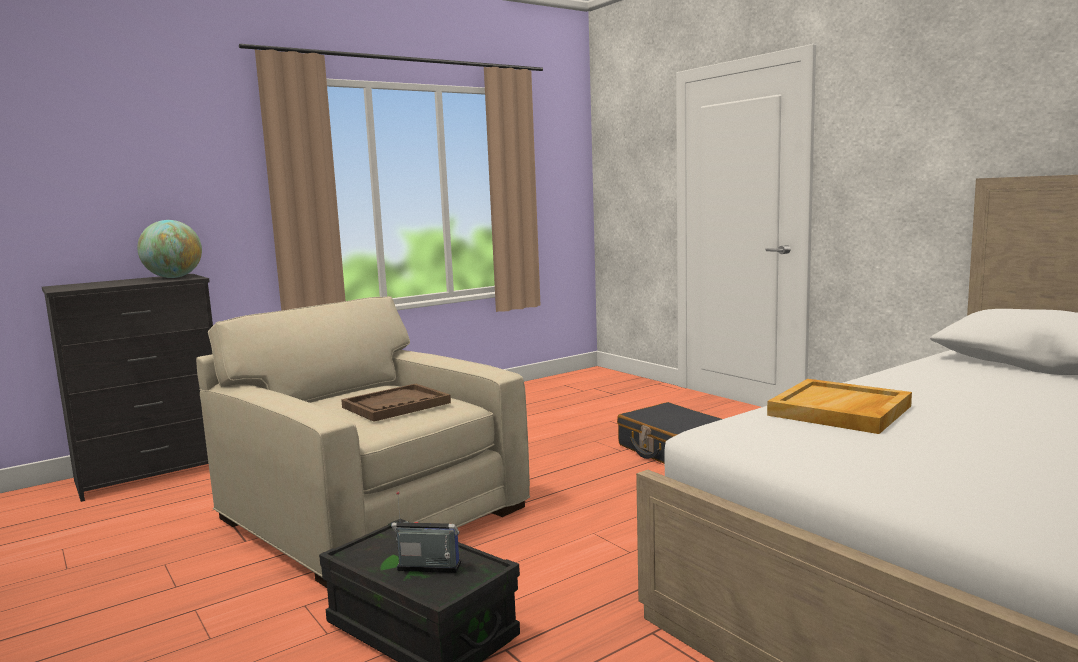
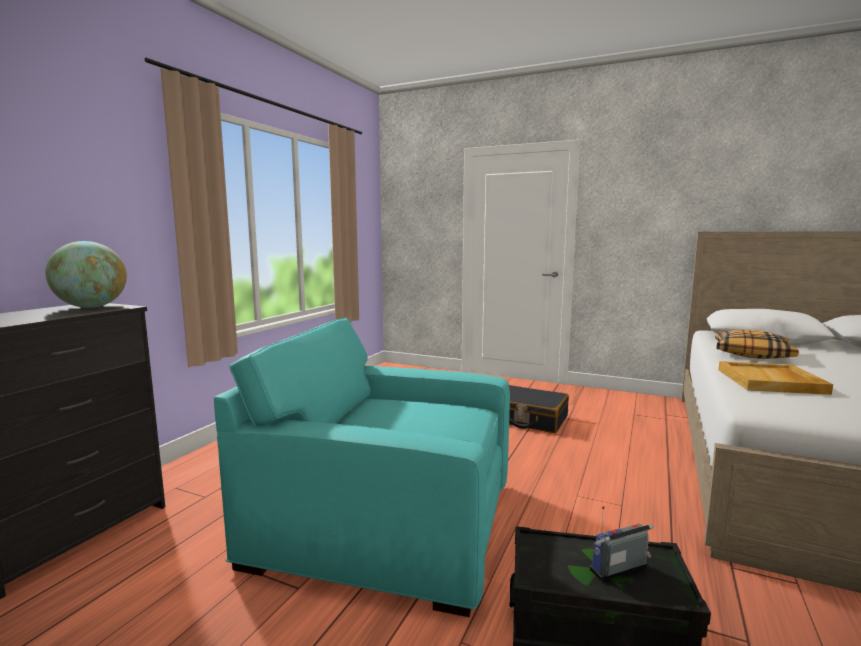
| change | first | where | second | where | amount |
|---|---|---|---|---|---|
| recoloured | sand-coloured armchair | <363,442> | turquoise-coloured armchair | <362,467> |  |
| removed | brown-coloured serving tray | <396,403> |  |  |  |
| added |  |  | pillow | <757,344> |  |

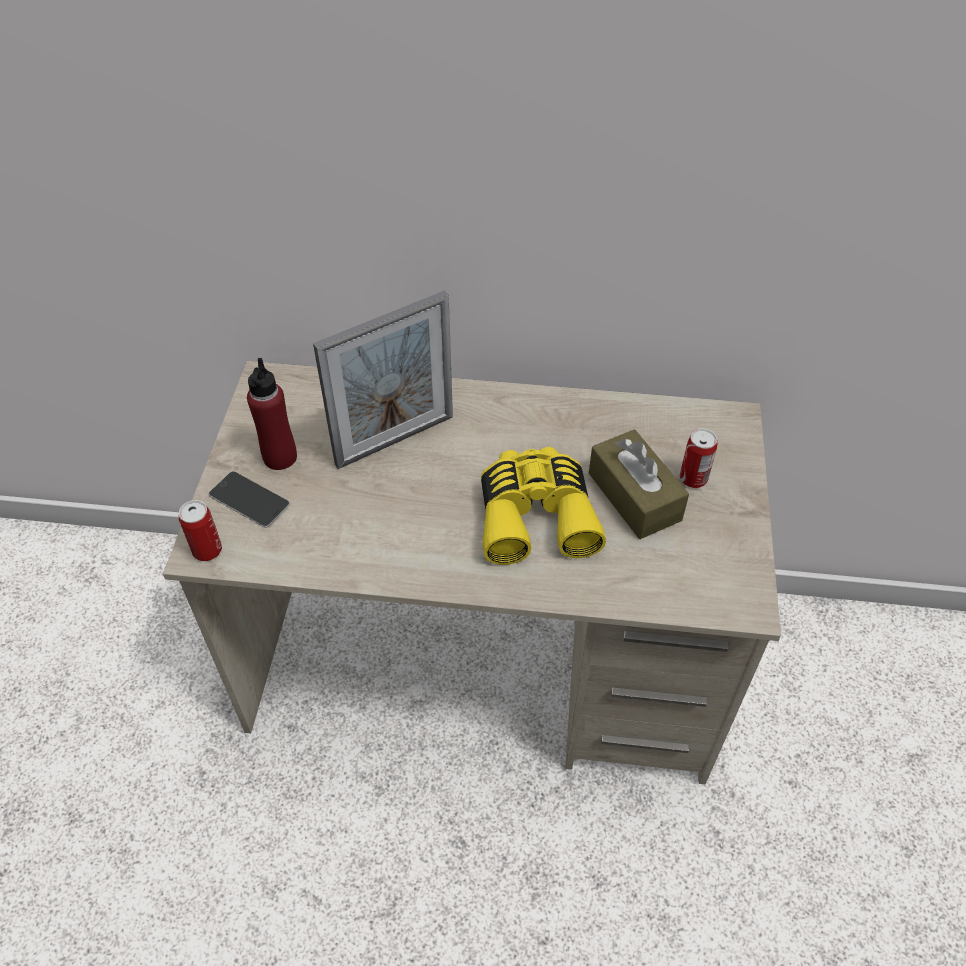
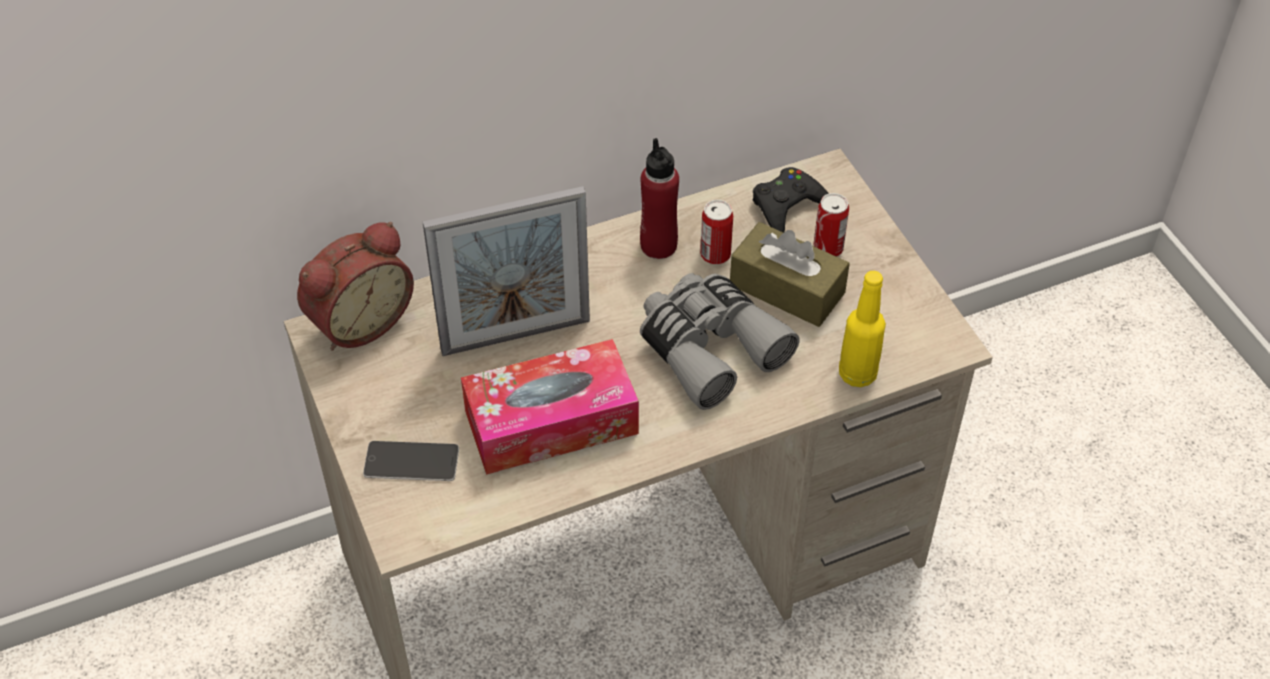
| change | first | where | second | where | amount |
|---|---|---|---|---|---|
| turned | standing frame | <383,380> |  | <506,271> | 45 degrees clockwise |
| moved | reddish drink bottle | <272,414> |  | <659,198> |  |
| recoloured | yellow binoculars | <543,506> | greyish binoculars | <720,341> |  |
| moved | can | <200,530> |  | <716,232> |  |
| added |  |  | blackish game controller | <791,200> |  |
| added |  |  | bedside clock | <355,286> |  |
| added |  |  | yellow drink bottle | <862,329> |  |
| added |  |  | box of tissues | <550,407> |  |

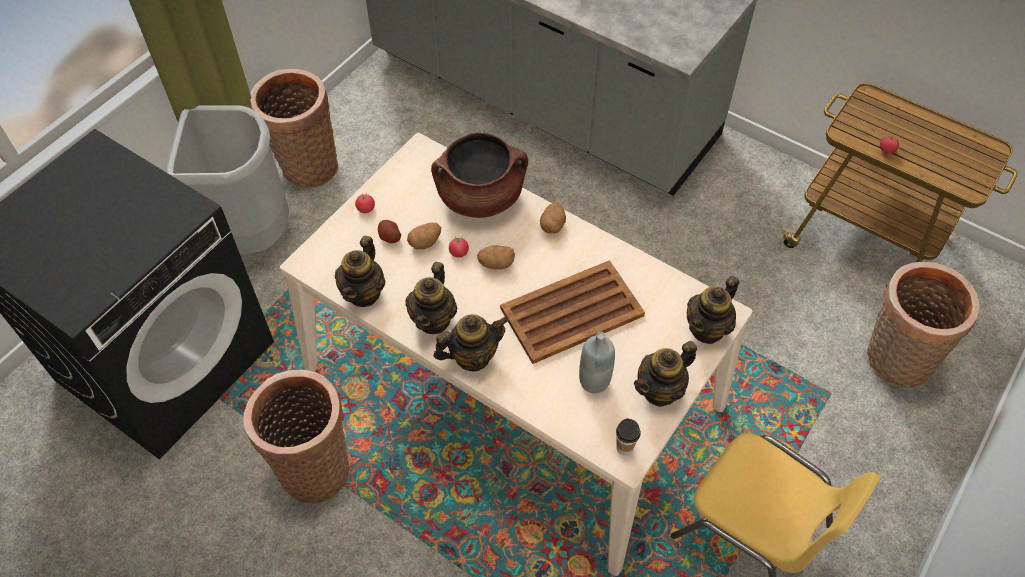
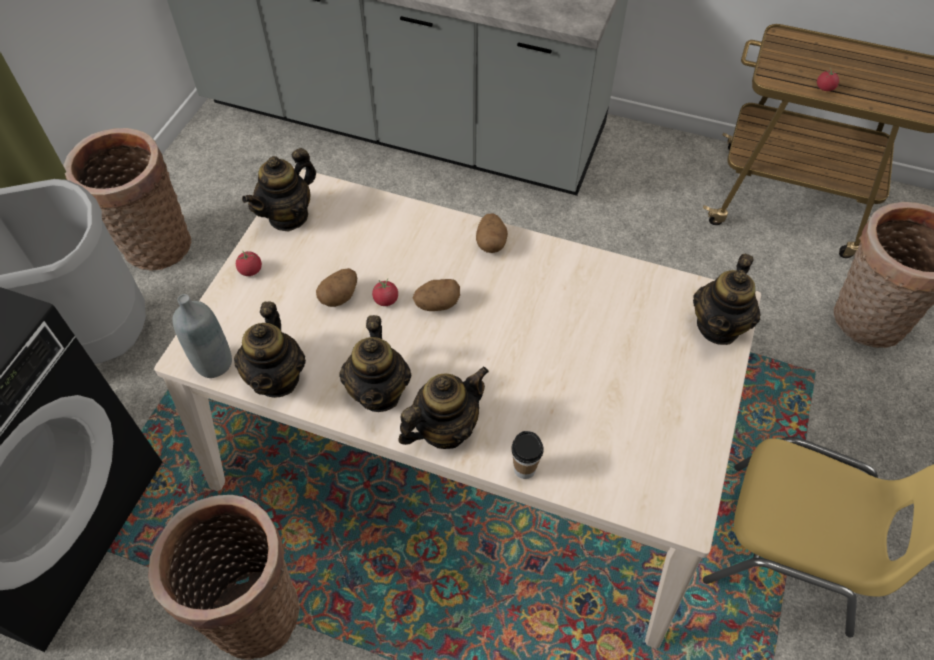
| change | first | where | second | where | amount |
|---|---|---|---|---|---|
| removed | brown-coloured stockpot | <479,175> |  |  |  |
| removed | potato | <389,231> |  |  |  |
| removed | brown-coloured serving tray | <572,312> |  |  |  |
| moved | greyish drink bottle | <597,363> |  | <202,336> |  |
| moved | teapot | <665,374> |  | <279,190> |  |
| moved | cup | <628,436> |  | <527,455> |  |

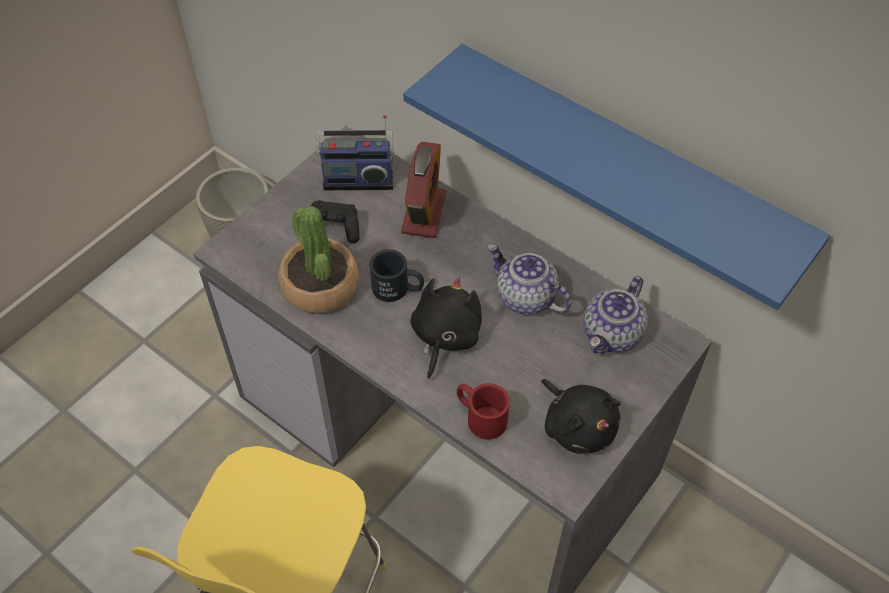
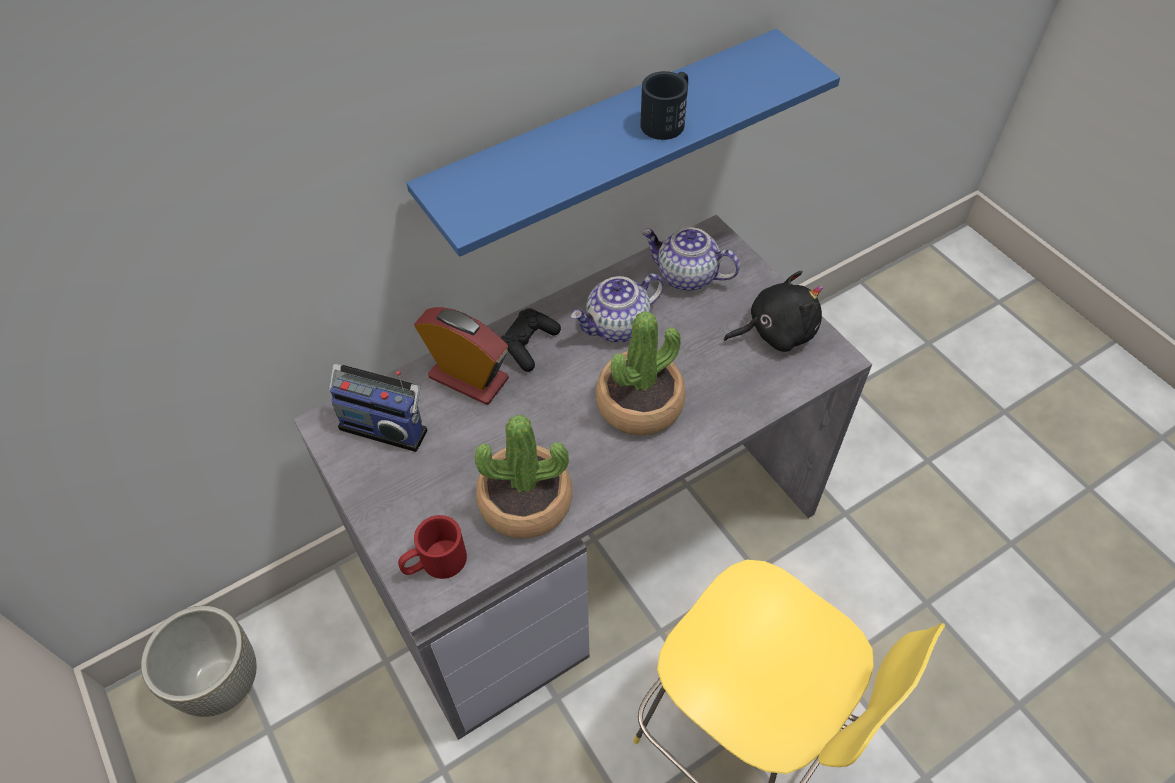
| change | first | where | second | where | amount |
|---|---|---|---|---|---|
| turned | radio receiver | <355,152> |  | <378,408> | 90 degrees clockwise |
| moved | blackish game controller | <335,221> |  | <531,340> |  |
| moved | blackish coffee mug | <397,275> |  | <664,105> |  |
| replaced | blackish soft toy | <446,327> | houseplant | <641,373> |  |
| turned | teapot | <616,315> |  | <690,259> | 150 degrees clockwise |
| moved | reddish coffee mug | <483,411> |  | <432,547> |  |

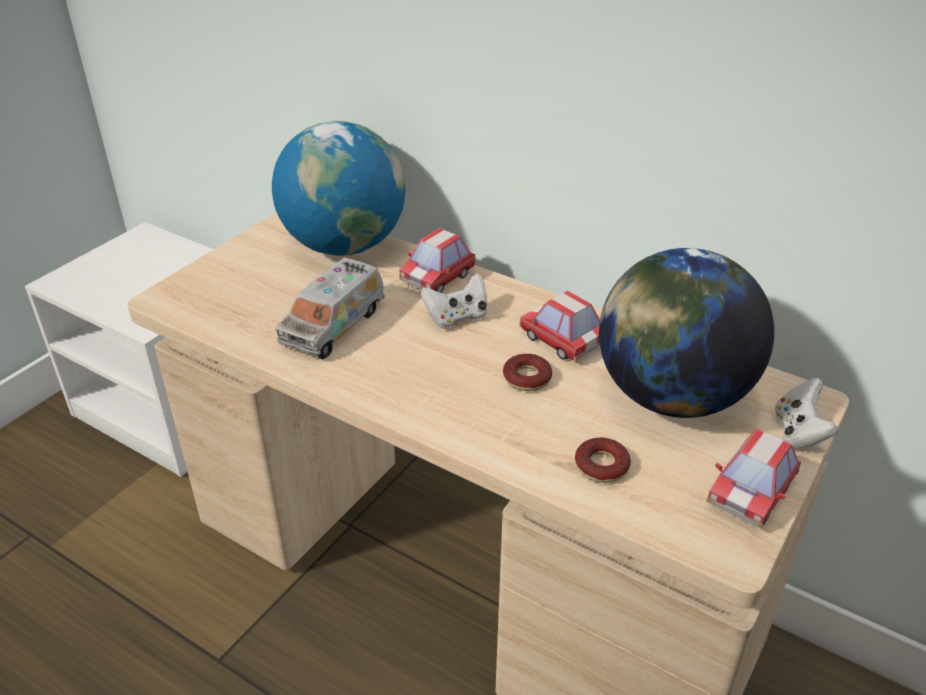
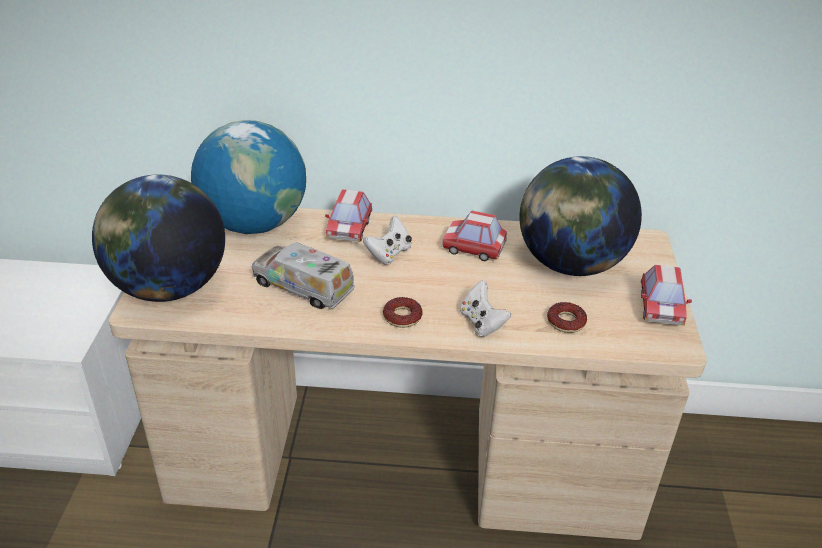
| change | first | where | second | where | amount |
|---|---|---|---|---|---|
| turned | toy truck | <330,308> |  | <303,275> | 120 degrees clockwise |
| moved | donut | <527,372> |  | <403,312> |  |
| moved | white-coloured game controller | <806,413> |  | <485,308> |  |
| added |  |  | world globe | <158,238> |  |

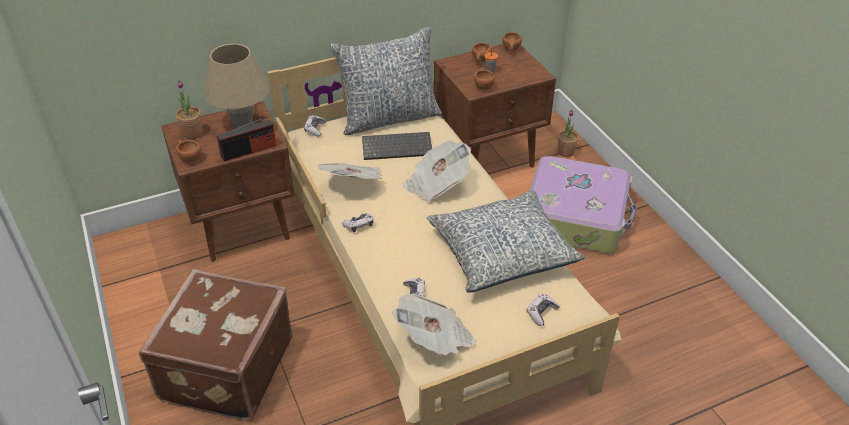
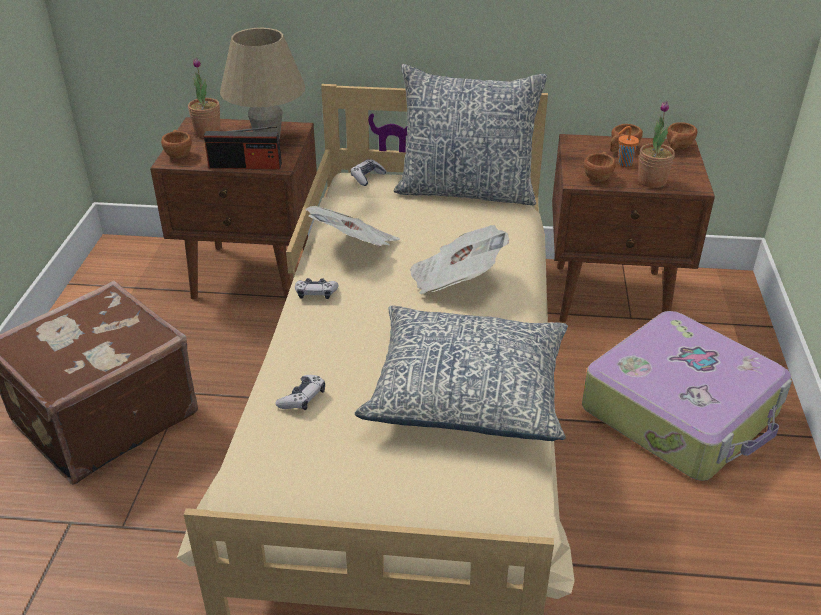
| change | first | where | second | where | amount |
|---|---|---|---|---|---|
| moved | houseplant | <568,133> |  | <656,144> |  |
| removed | computer keyboard | <397,146> |  |  |  |
| removed | daily paper | <434,324> |  |  |  |
| removed | game controller | <543,310> |  |  |  |

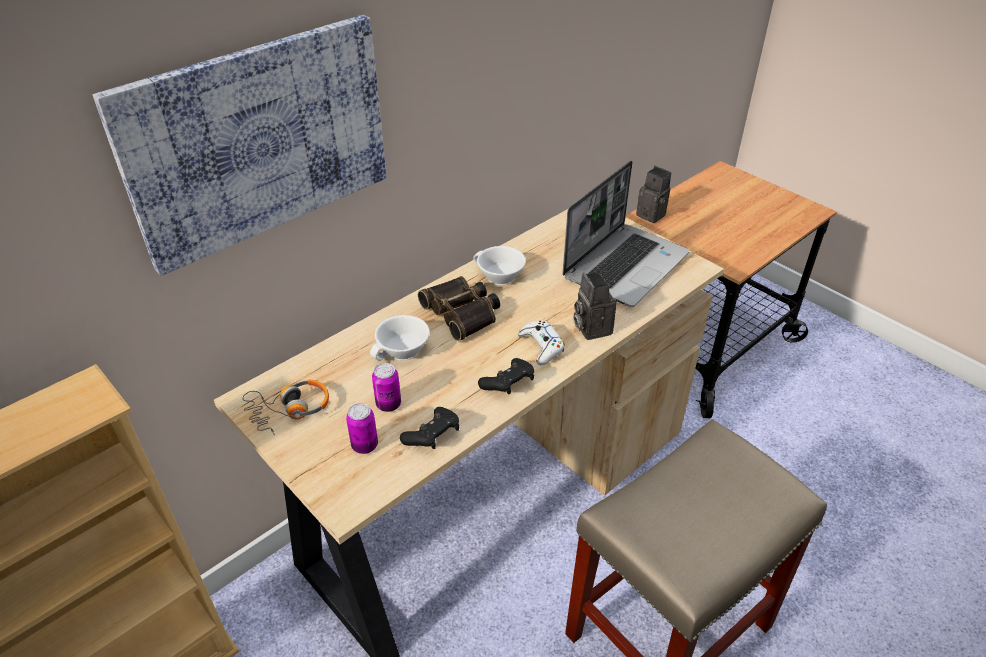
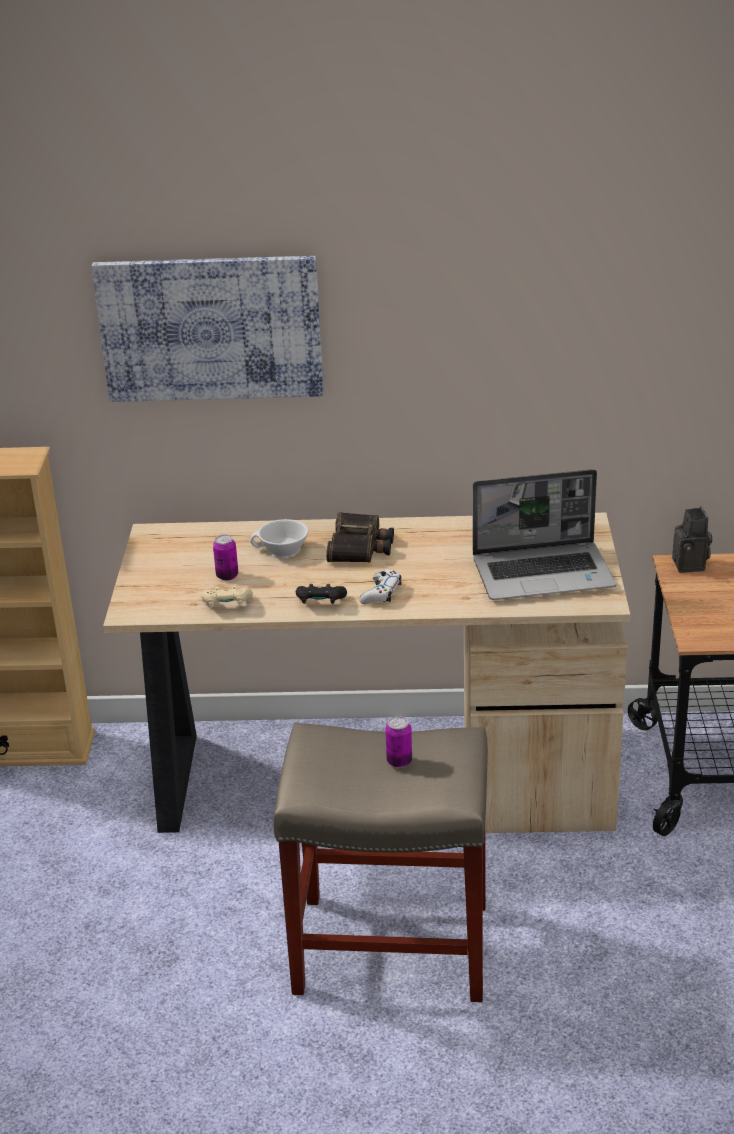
| change | first | where | second | where | amount |
|---|---|---|---|---|---|
| removed | white-coloured cup | <500,265> |  |  |  |
| removed | photo camera | <594,306> |  |  |  |
| removed | headphones | <286,407> |  |  |  |
| moved | can | <362,428> |  | <398,742> |  |
| recoloured | blackish game controller | <429,428> | sand-coloured game controller | <227,597> |  |

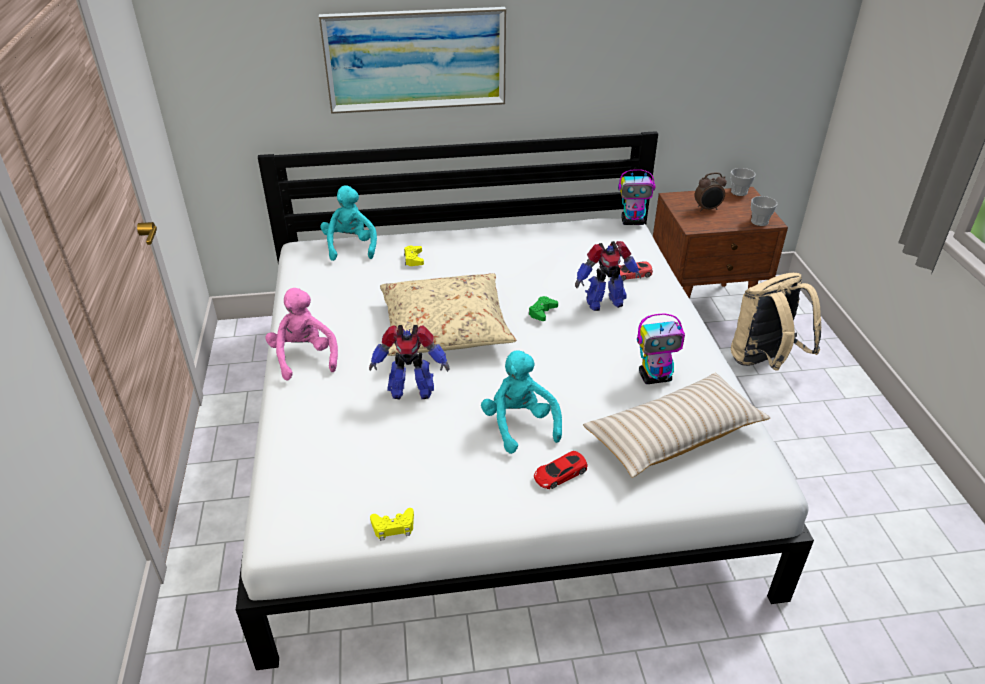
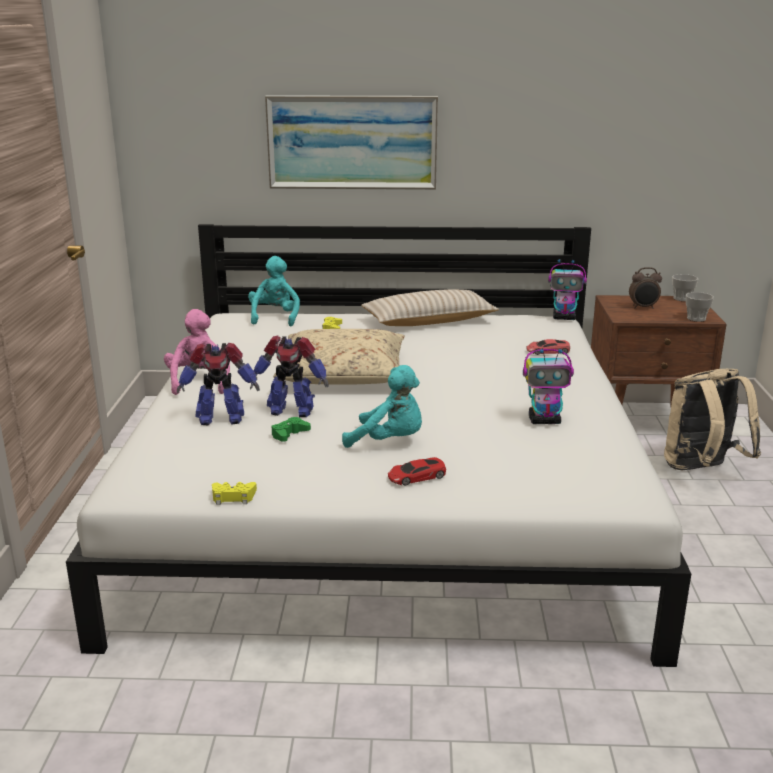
| change | first | where | second | where | amount |
|---|---|---|---|---|---|
| moved | model robot | <608,276> |  | <218,384> |  |
| moved | greenish game controller | <543,308> |  | <291,429> |  |
| turned | turquoise-coloured soft toy | <521,402> |  | <382,406> | 120 degrees clockwise |
| moved | sand-coloured pillow | <676,425> |  | <430,307> |  |

